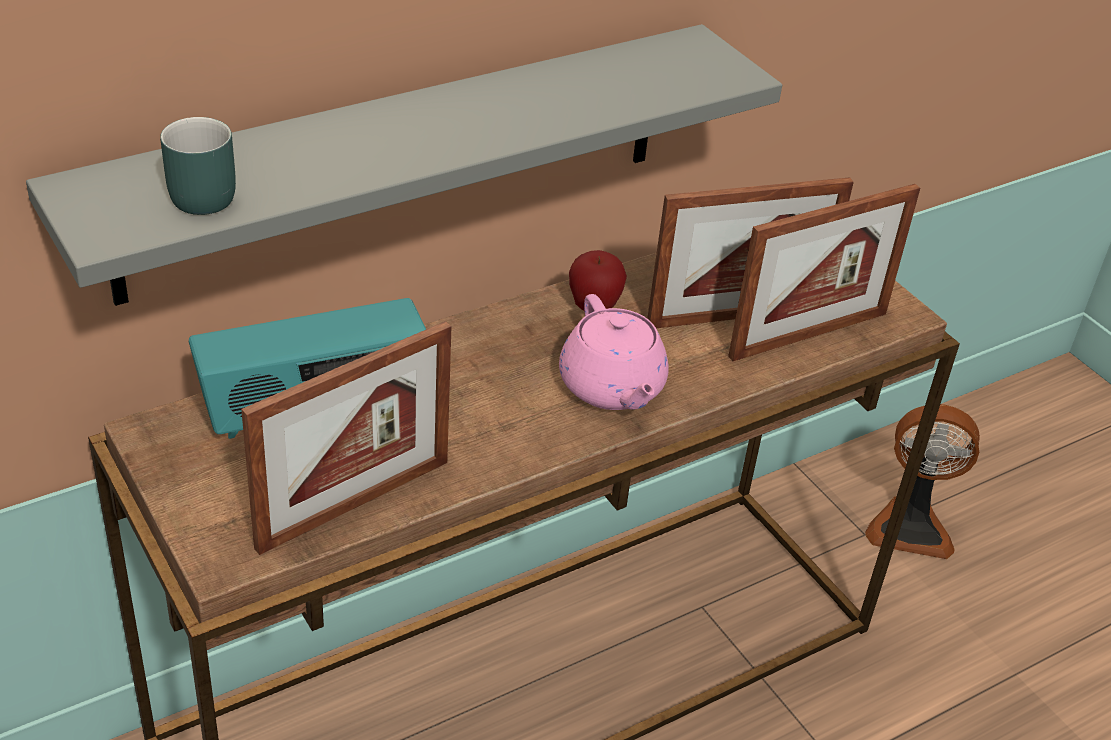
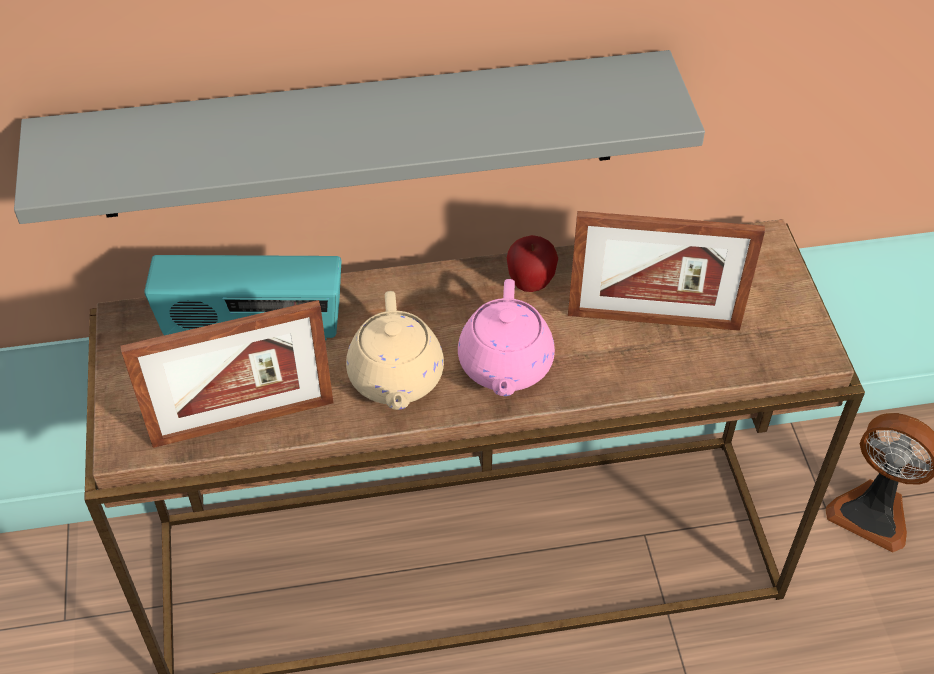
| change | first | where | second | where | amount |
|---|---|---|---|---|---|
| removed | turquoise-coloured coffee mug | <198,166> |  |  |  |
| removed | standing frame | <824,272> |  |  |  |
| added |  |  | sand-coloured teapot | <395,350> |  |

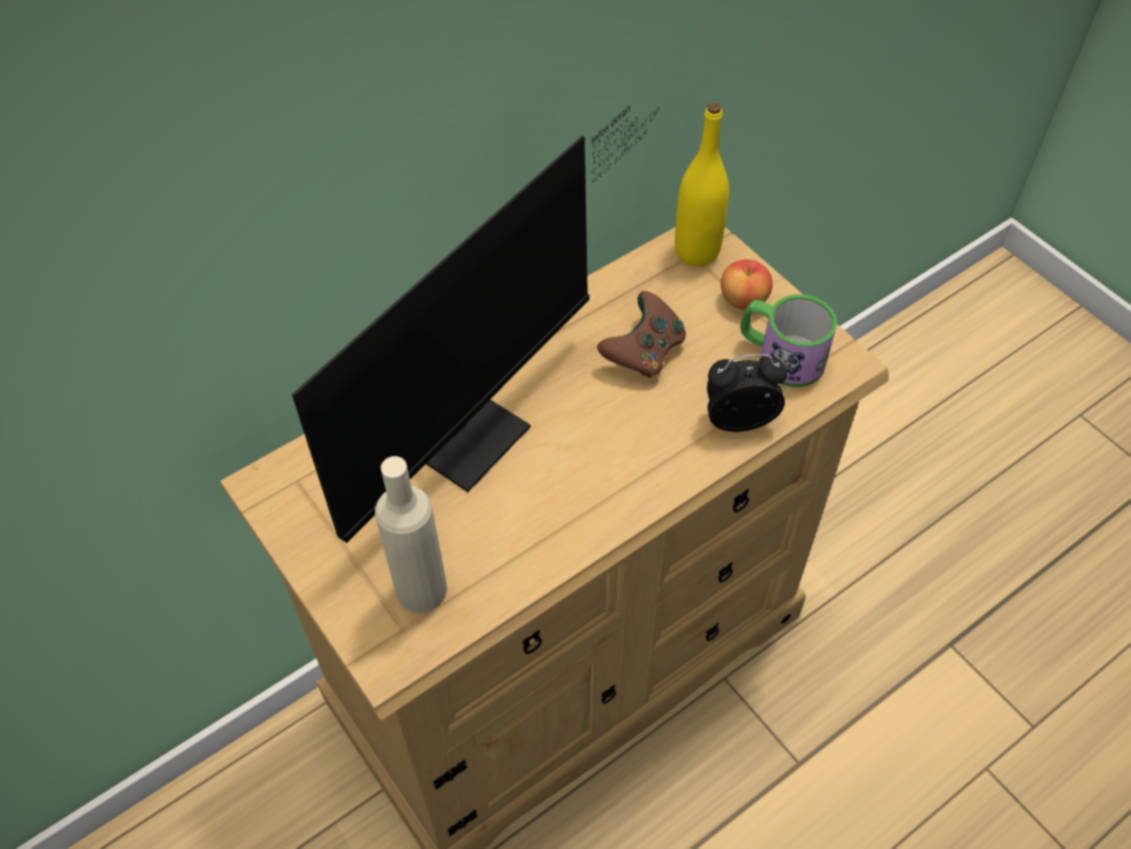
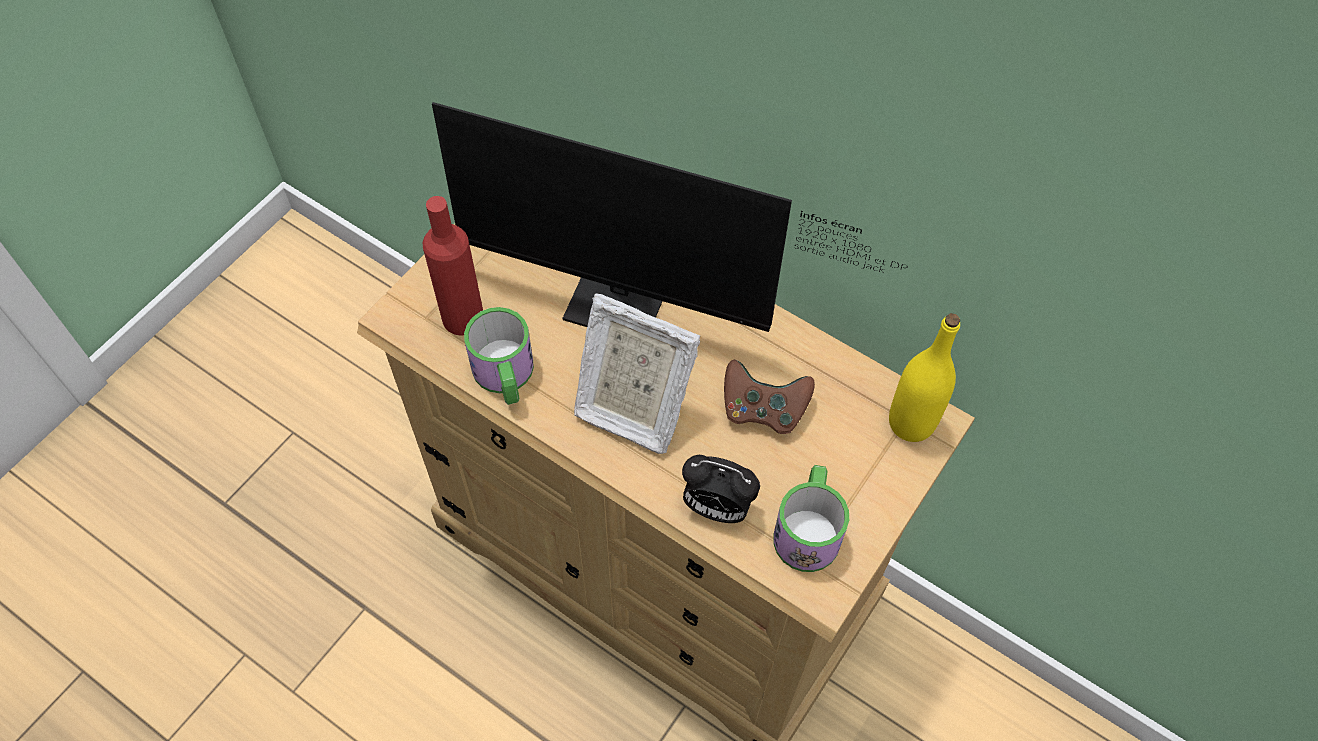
| change | first | where | second | where | amount |
|---|---|---|---|---|---|
| removed | apple | <747,284> |  |  |  |
| turned | bedside clock | <747,393> |  | <721,489> | 135 degrees clockwise |
| recoloured | sand-coloured drink bottle | <411,534> | reddish drink bottle | <453,266> |  |
| added |  |  | standing frame | <637,373> |  |
| added |  |  | coffee mug | <499,356> |  |

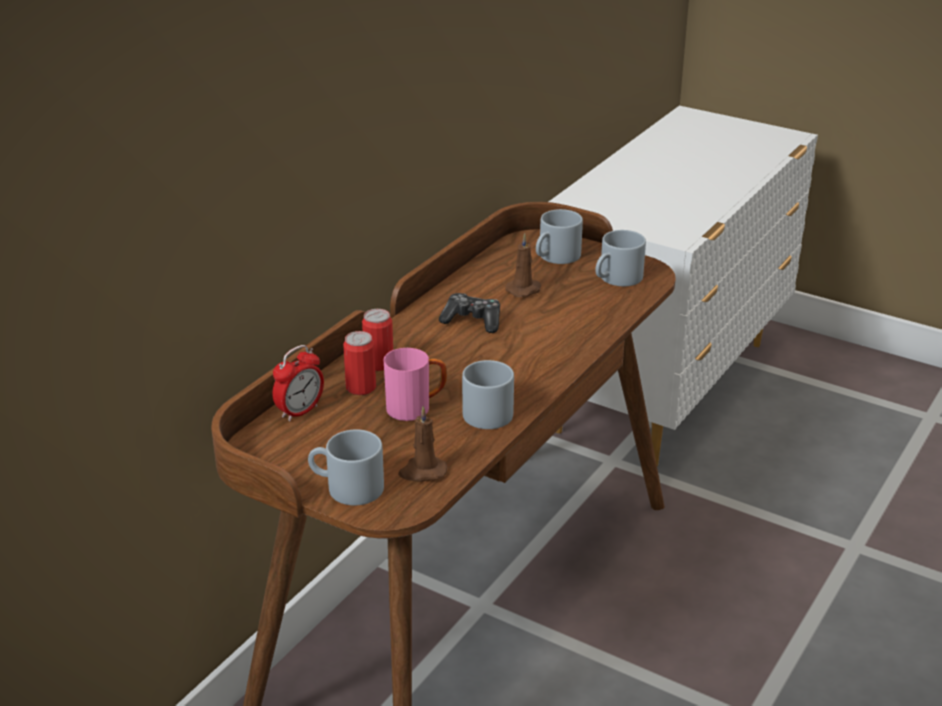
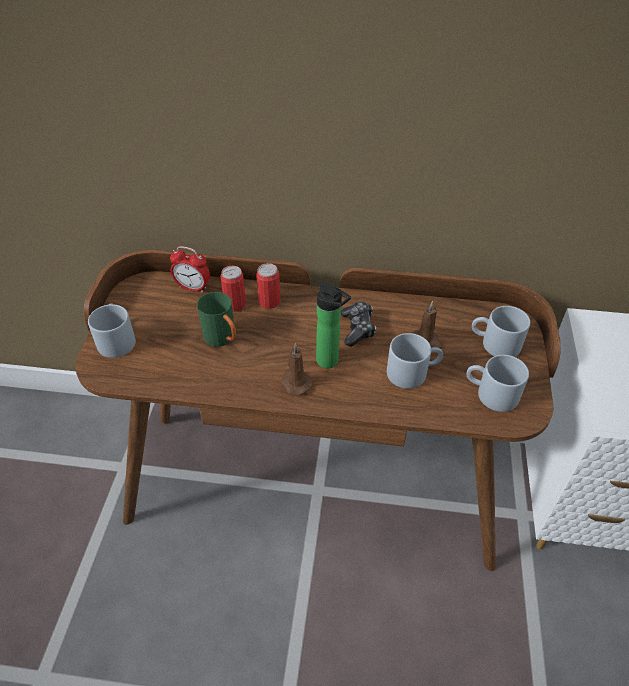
| change | first | where | second | where | amount |
|---|---|---|---|---|---|
| recoloured | pinkish coffee mug | <415,384> | greenish coffee mug | <216,319> |  |
| moved | greyish coffee mug | <488,394> |  | <415,361> |  |
| moved | brown-coloured wax light | <422,444> |  | <297,369> |  |
| added |  |  | drink bottle | <333,326> |  |

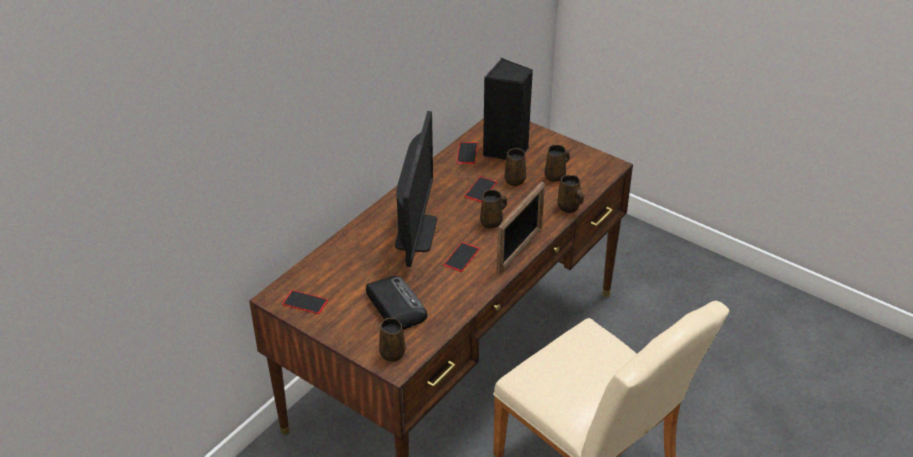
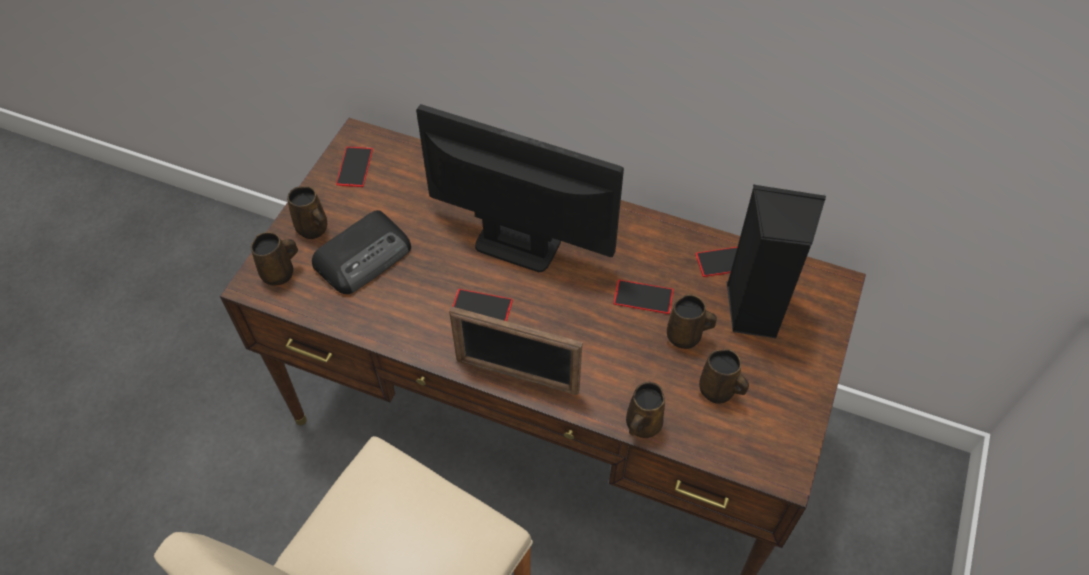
| change | first | where | second | where | amount |
|---|---|---|---|---|---|
| turned | computer display | <416,189> |  | <520,188> | 150 degrees counterclockwise |
| moved | brown-coloured coffee mug | <493,209> |  | <307,212> |  |

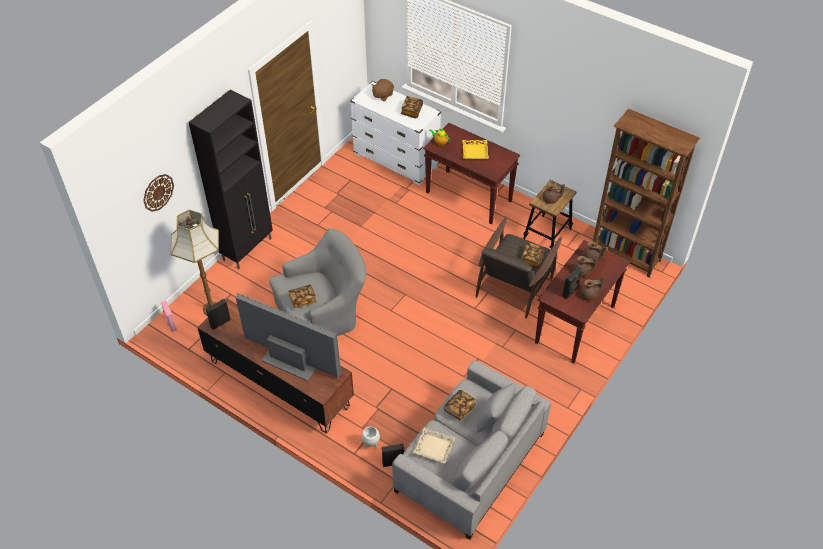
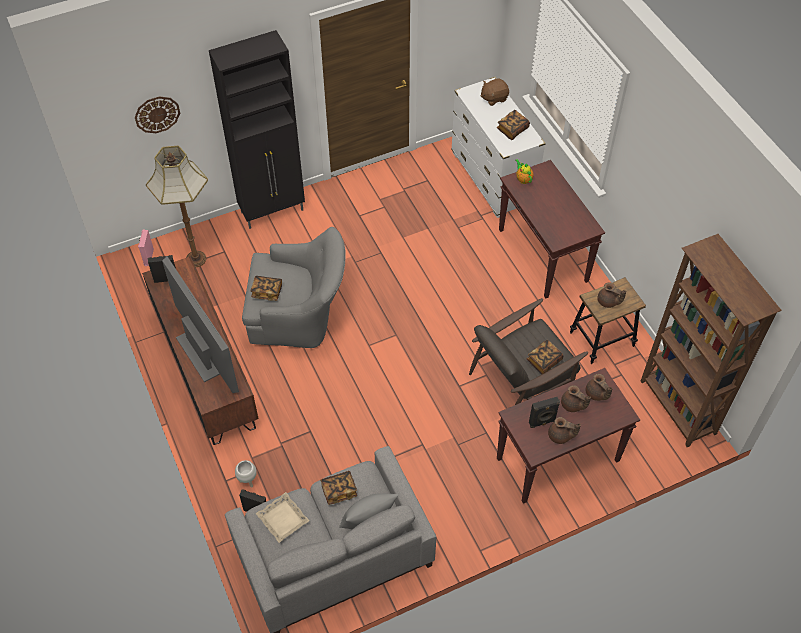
| change | first | where | second | where | amount |
|---|---|---|---|---|---|
| removed | yellow serving tray | <475,149> |  |  |  |

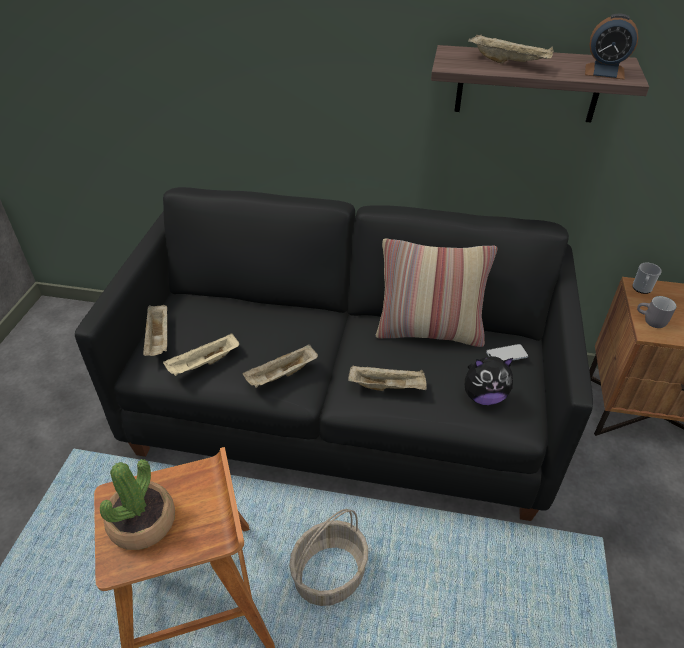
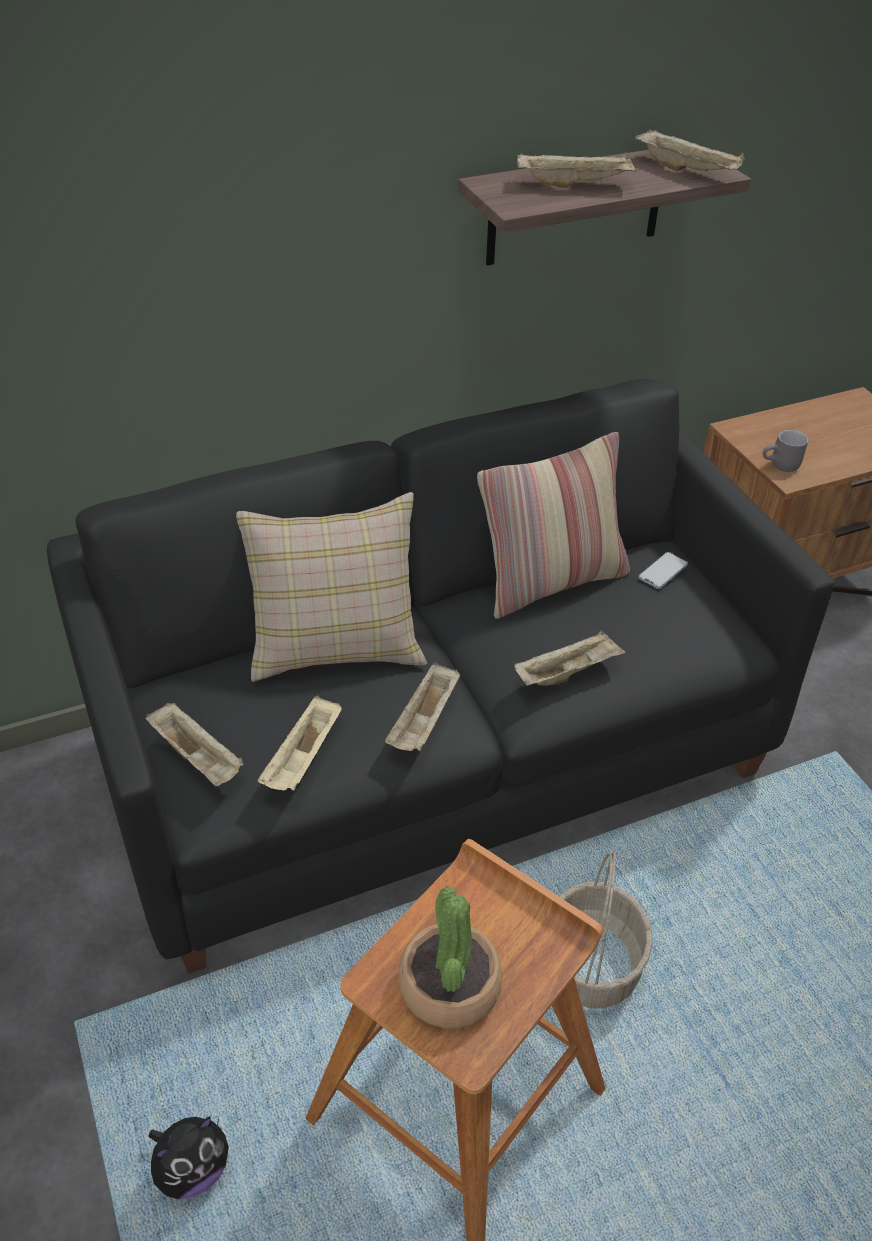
| change | first | where | second | where | amount |
|---|---|---|---|---|---|
| replaced | bedside clock | <612,47> | sand-coloured serving tray | <690,150> |  |
| removed | coffee mug | <647,278> |  |  |  |
| moved | soft toy | <489,380> |  | <188,1158> |  |
| added |  |  | sand-coloured pillow | <331,587> |  |

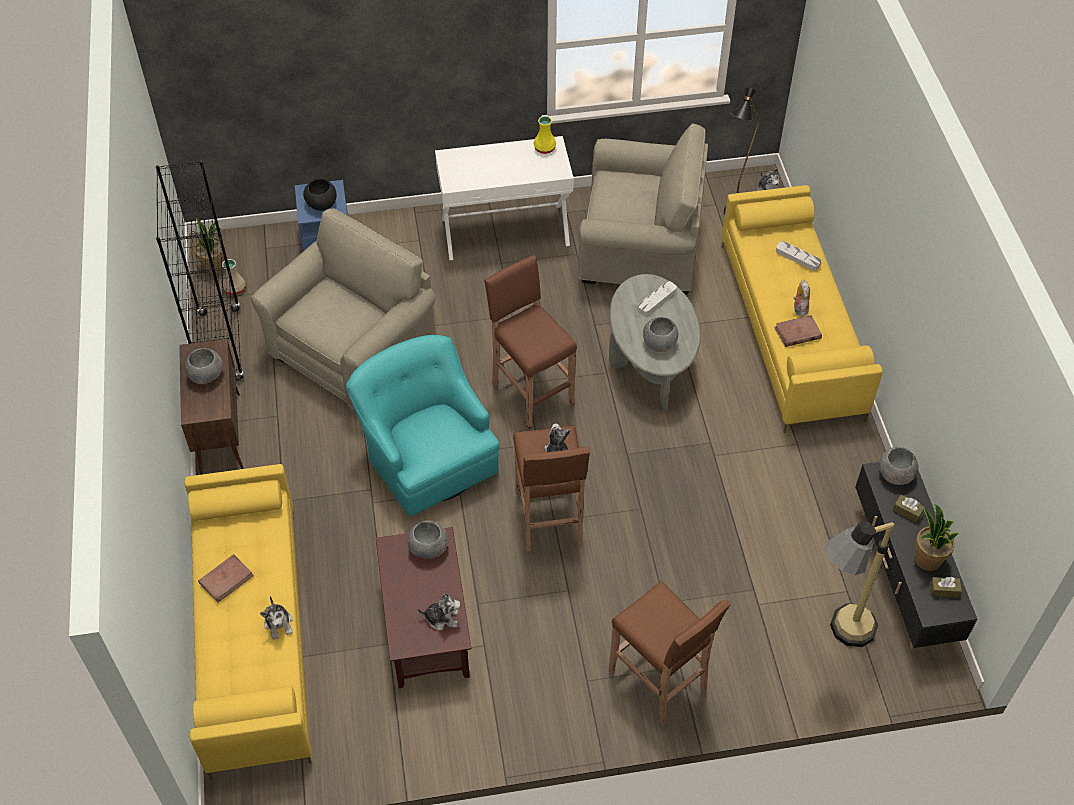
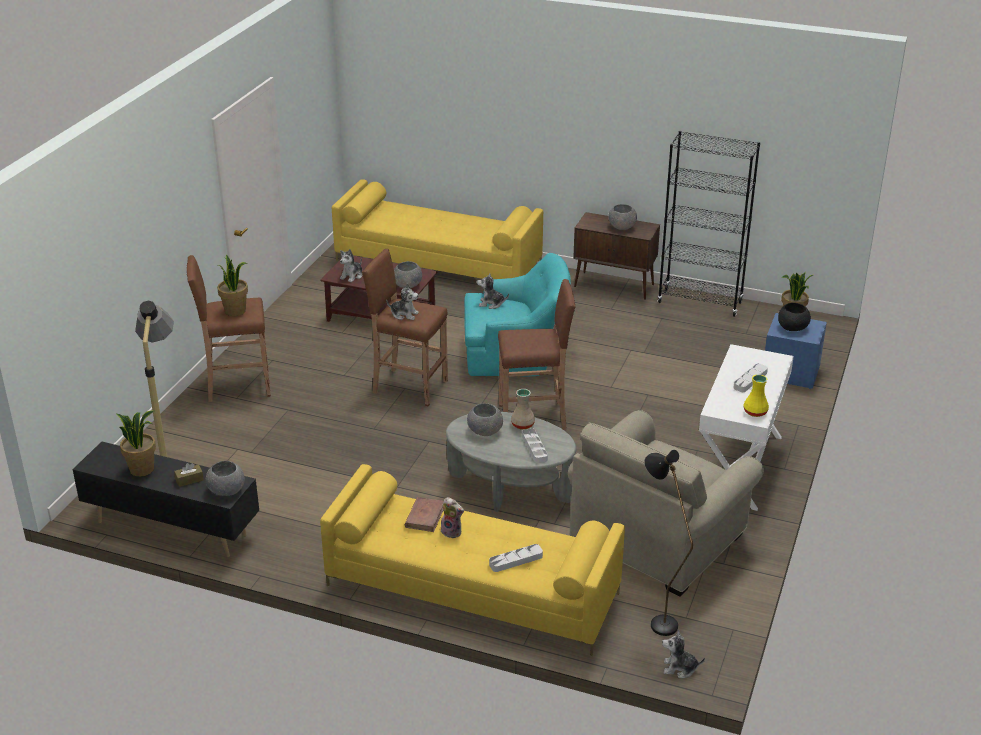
| change | first | where | second | where | amount |
|---|---|---|---|---|---|
| removed | sand-coloured armchair | <343,309> |  |  |  |
| moved | sand-coloured flower vase | <233,277> |  | <523,409> |  |
| removed | brown-coloured book | <226,578> |  |  |  |
| removed | brown-coloured box of tissues | <946,587> |  |  |  |
| moved | soft toy | <276,618> |  | <493,291> |  |
| added |  |  | houseplant | <232,285> |  |
| added |  |  | greyish serving tray | <750,377> |  |

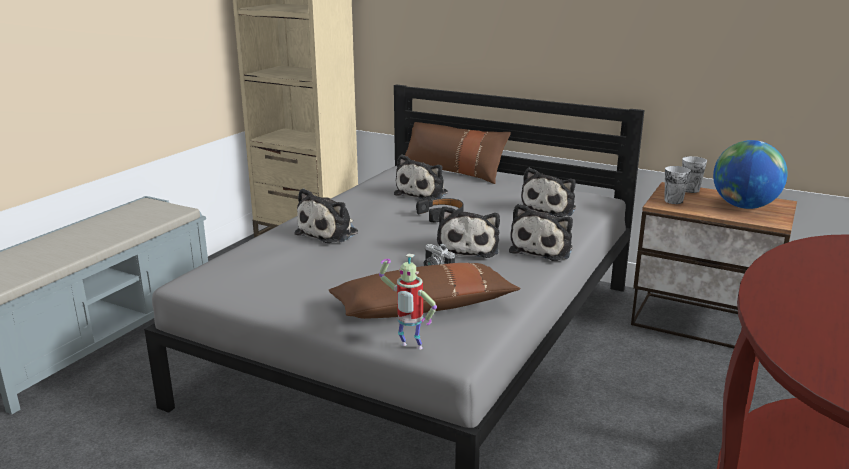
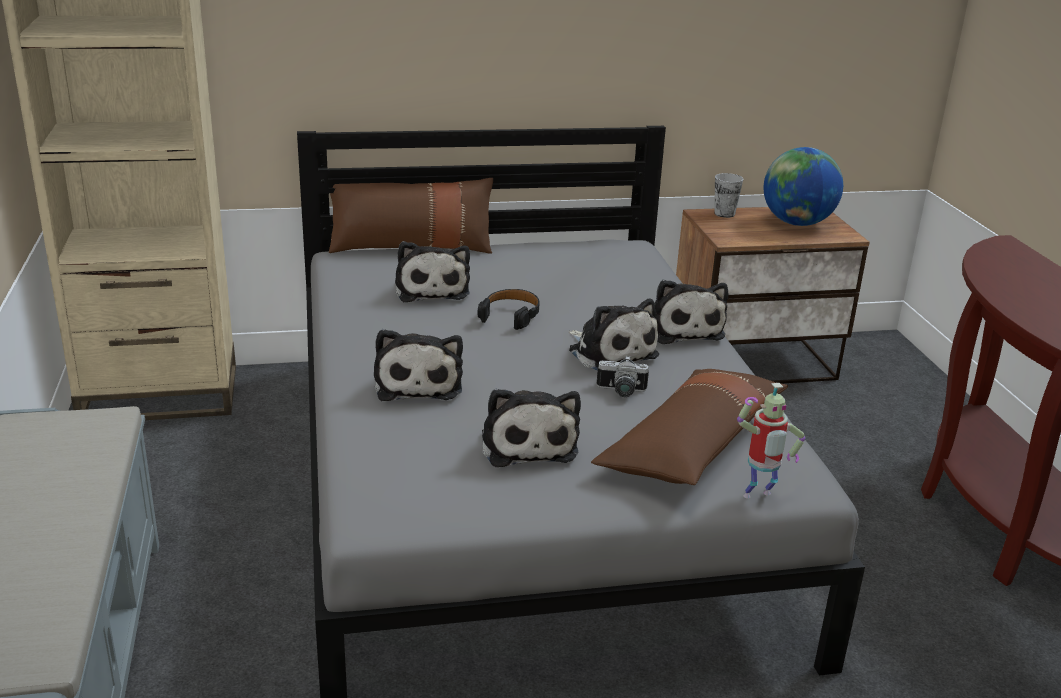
| change | first | where | second | where | amount |
|---|---|---|---|---|---|
| removed | cup | <677,185> |  |  |  |
| moved | soft toy | <548,192> |  | <531,427> |  |

